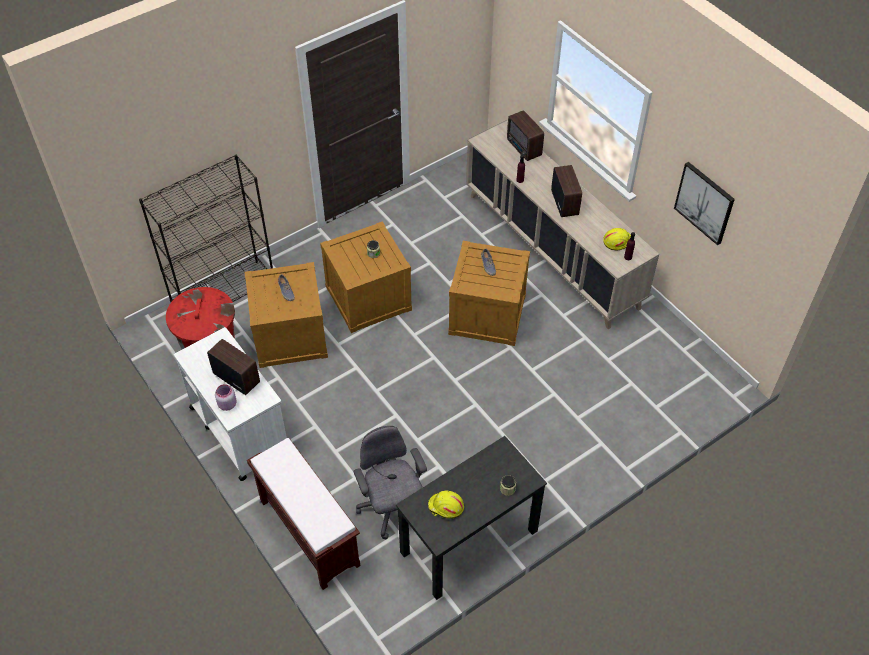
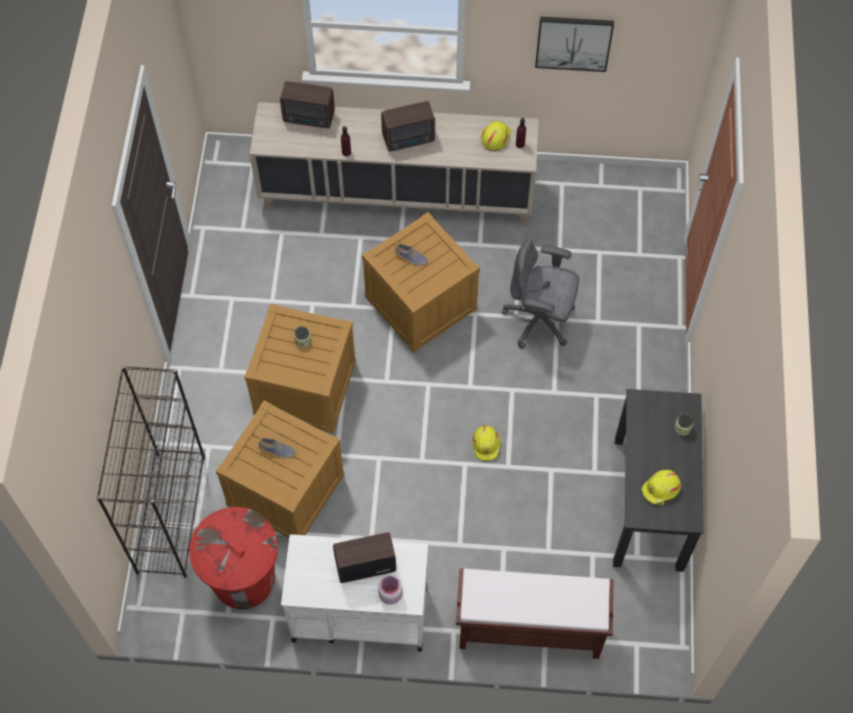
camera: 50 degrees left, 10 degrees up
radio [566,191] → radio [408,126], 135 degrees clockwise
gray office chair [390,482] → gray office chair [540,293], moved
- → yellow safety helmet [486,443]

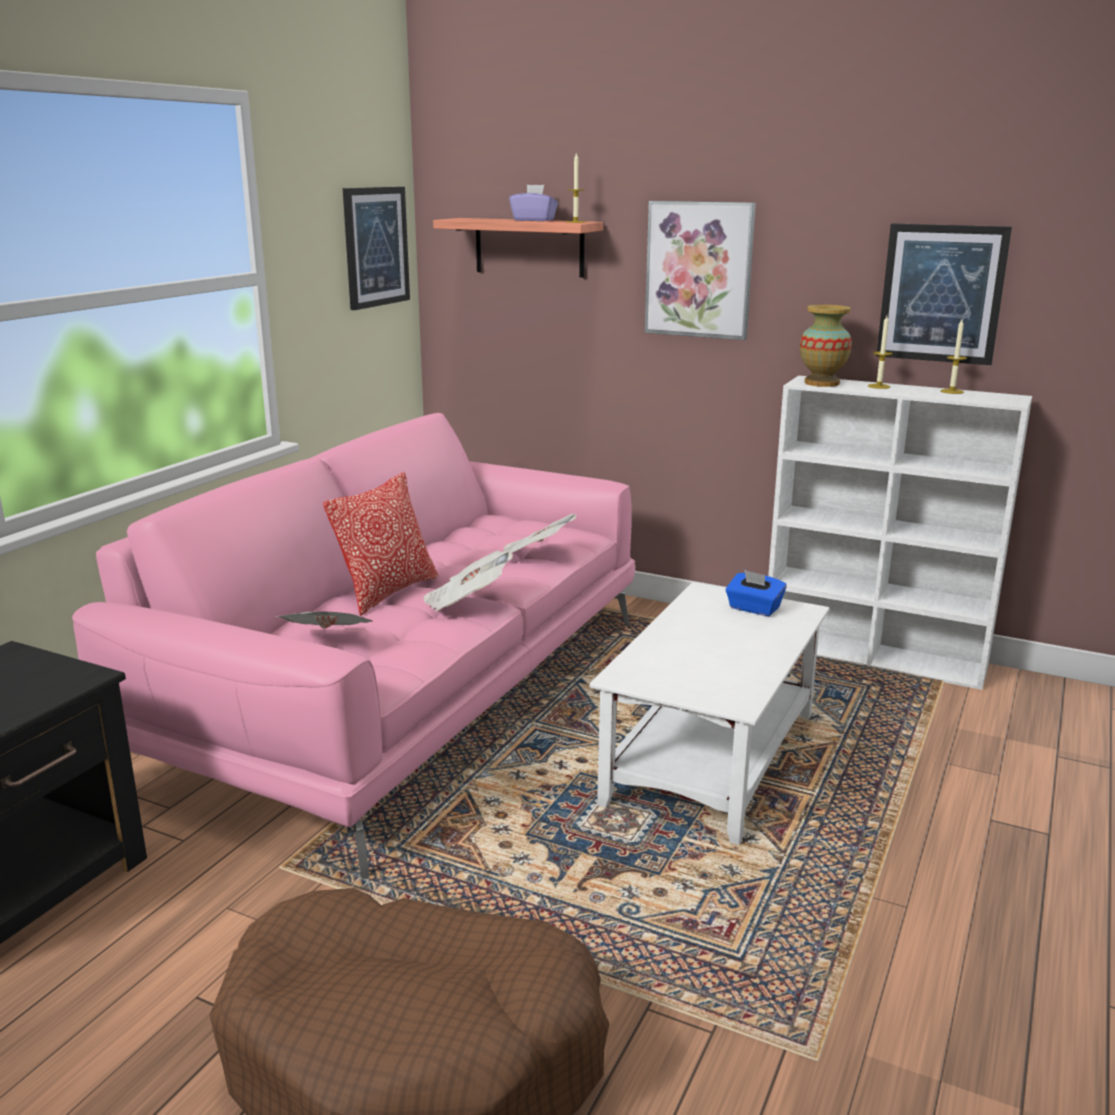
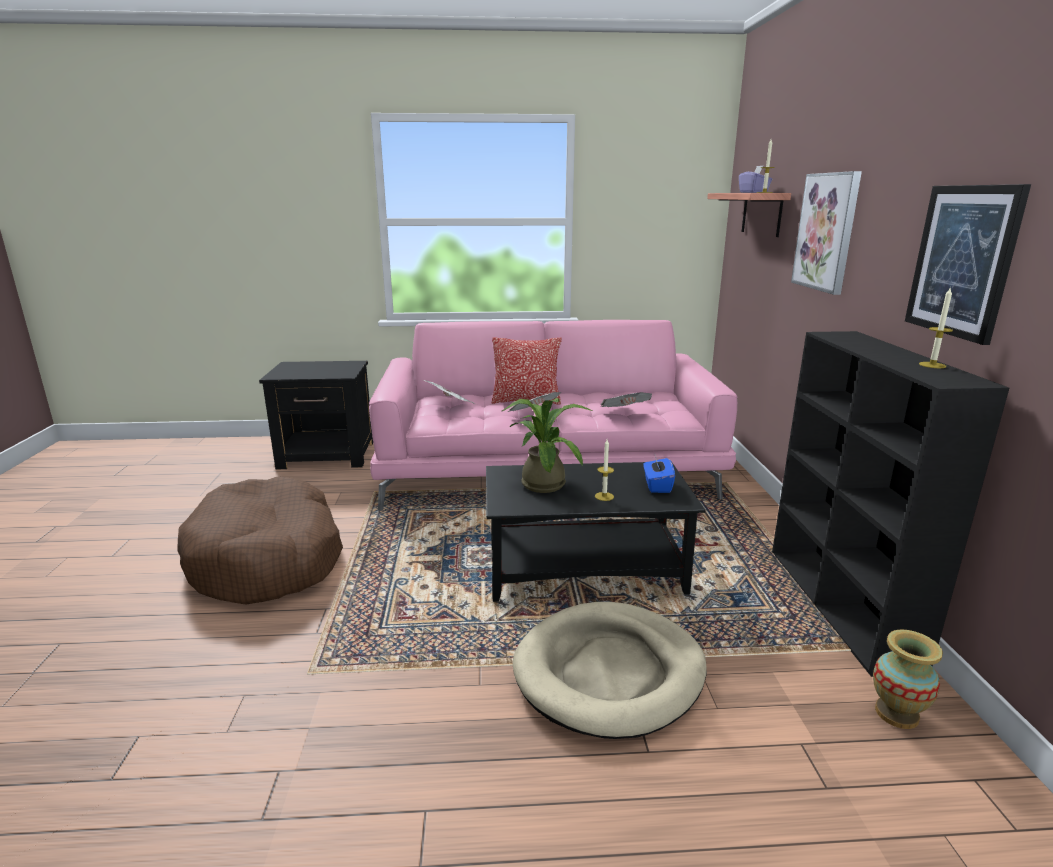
camera: 60 degrees right, 0 degrees up
picture [376,248] → -
decorative vase [826,346] → decorative vase [908,679], moved
wax light [880,352] → wax light [604,470], moved
whitish bookshelf [900,533] → black bookshelf [890,504]
whitish coffee table [710,714] → black coffee table [595,531]
- → plant in a pot [547,445]
- → beige-coloured dog cushion [610,670]

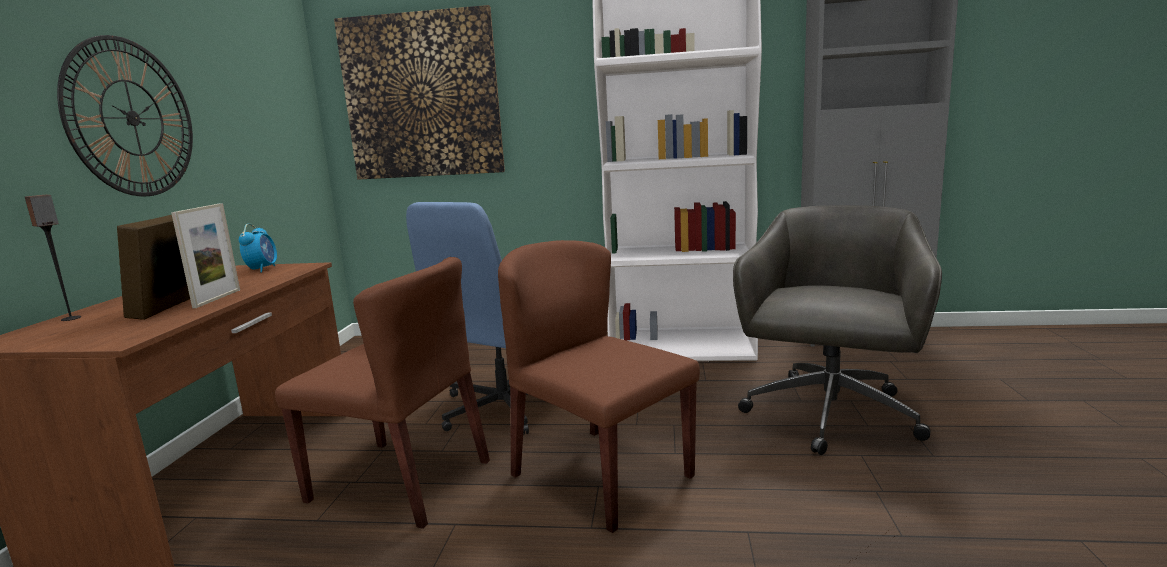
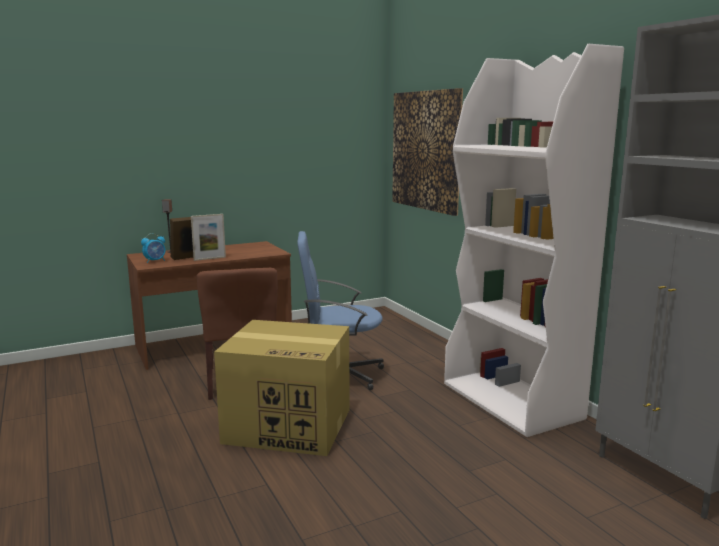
camera: 55 degrees right, 0 degrees up
wall clock [125,116] → -
gray office chair [837,330] → -
table clock [258,248] → table clock [153,248], moved
brown chair [599,386] → packing box [282,388]

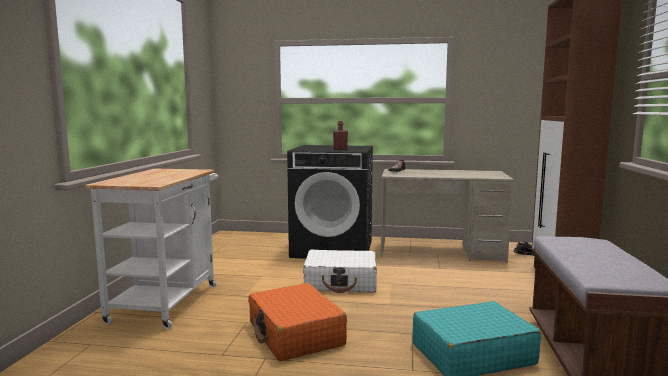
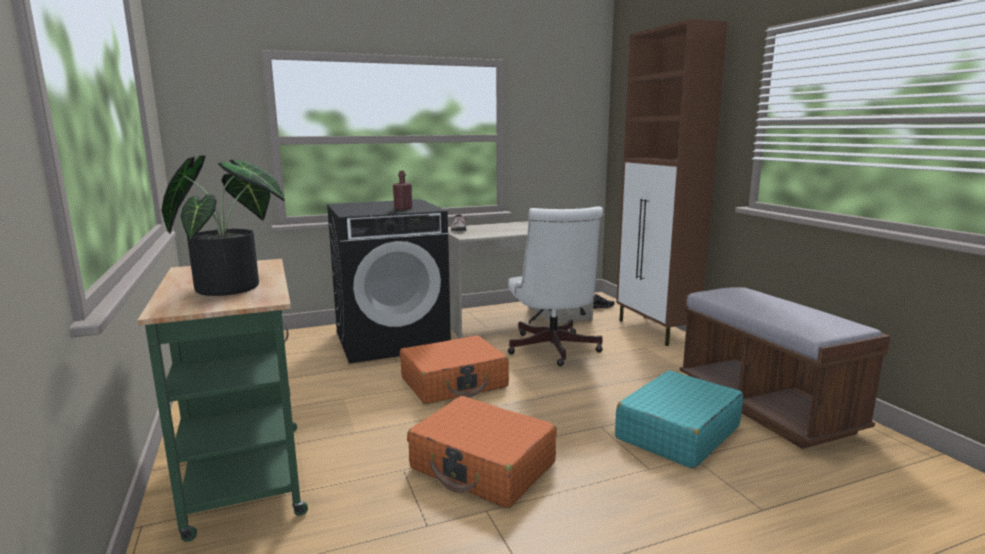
camera: 30 degrees left, 5 degrees up
whitish wheeled cart [151,249] → greenish wheeled cart [222,400]
whitish travel case [340,271] → orange travel case [454,369]
- → plant in a pot [223,225]
- → whitish office chair [555,286]

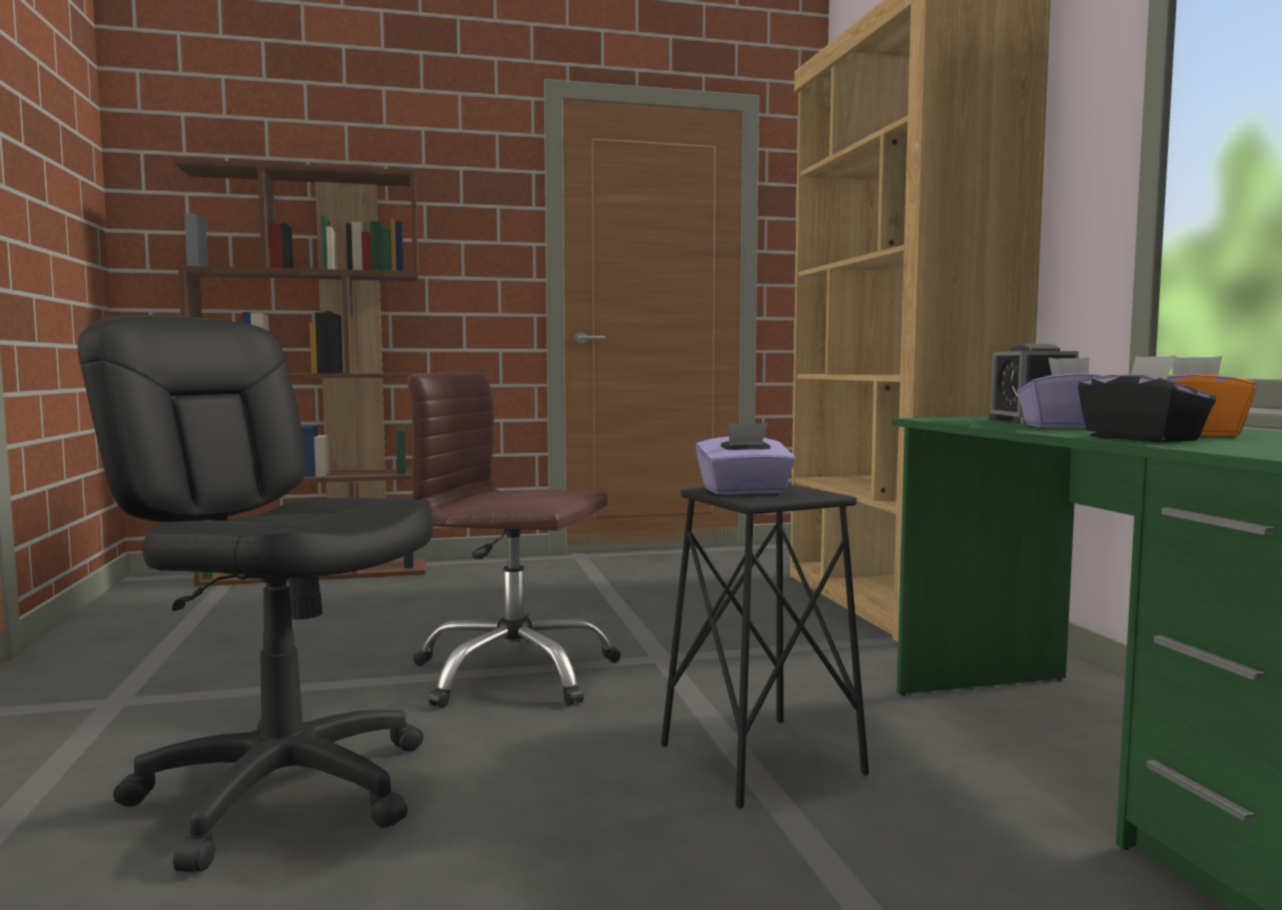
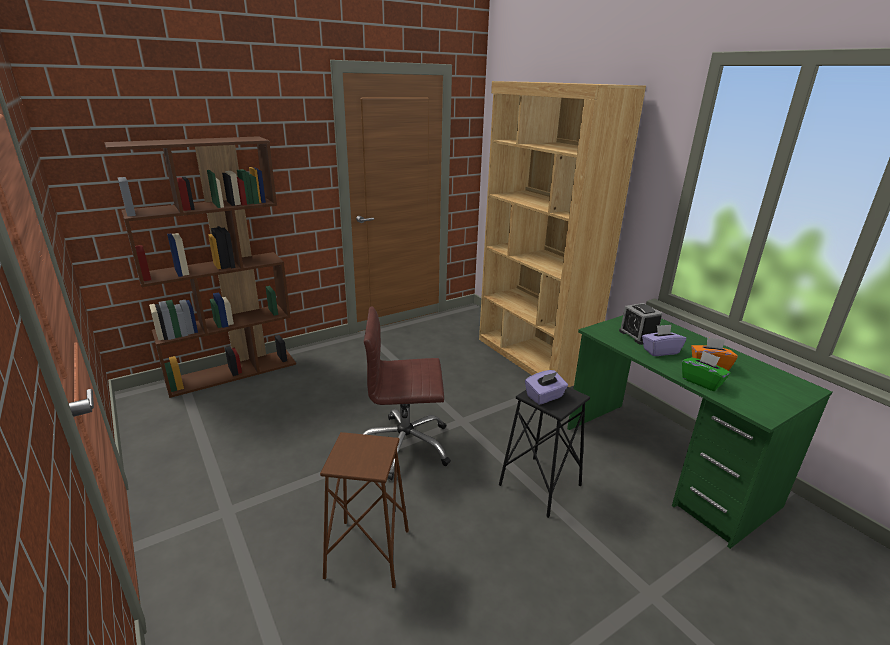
camera: 20 degrees left, 20 degrees up
black office chair [255,593] → brown stool [364,510]
black box of tissues [1147,398] → greenish box of tissues [706,371]

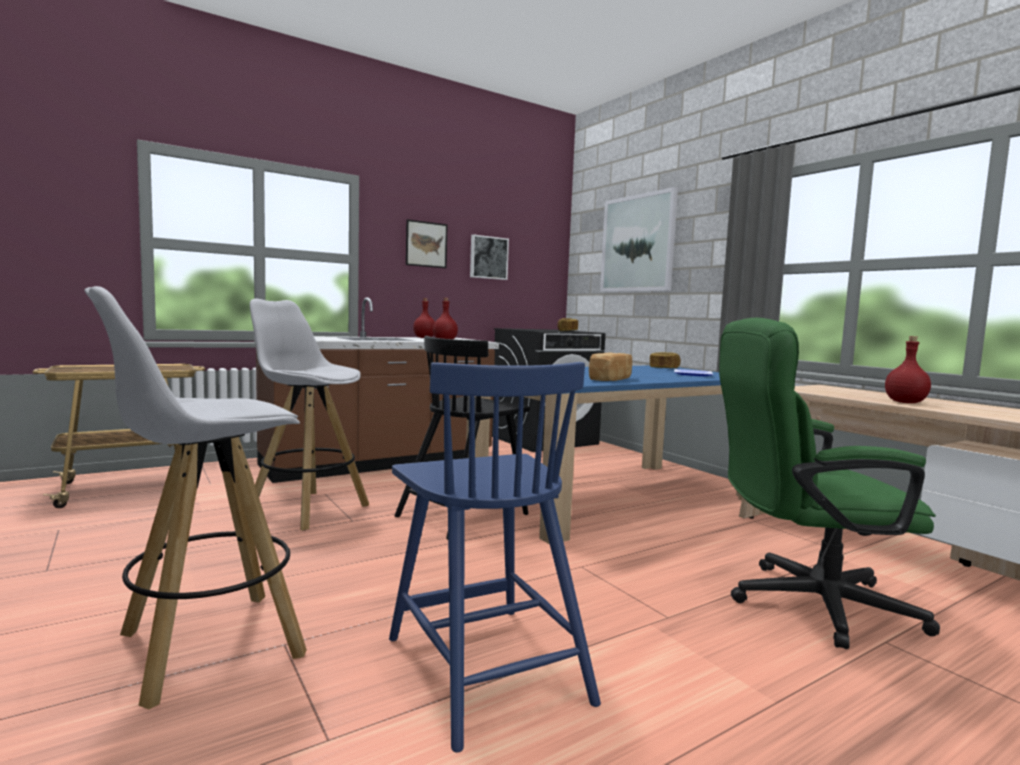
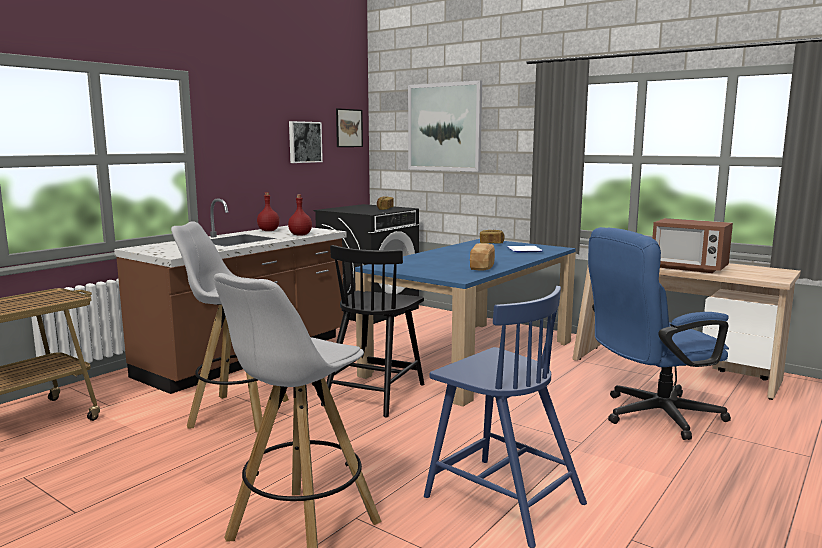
camera: 20 degrees left, 5 degrees up
picture [427,243] → picture [349,127], moved
greenish office chair [829,483] → blue-coloured office chair [659,333]
red-coloured bottle [908,369] → microwave oven [692,245]

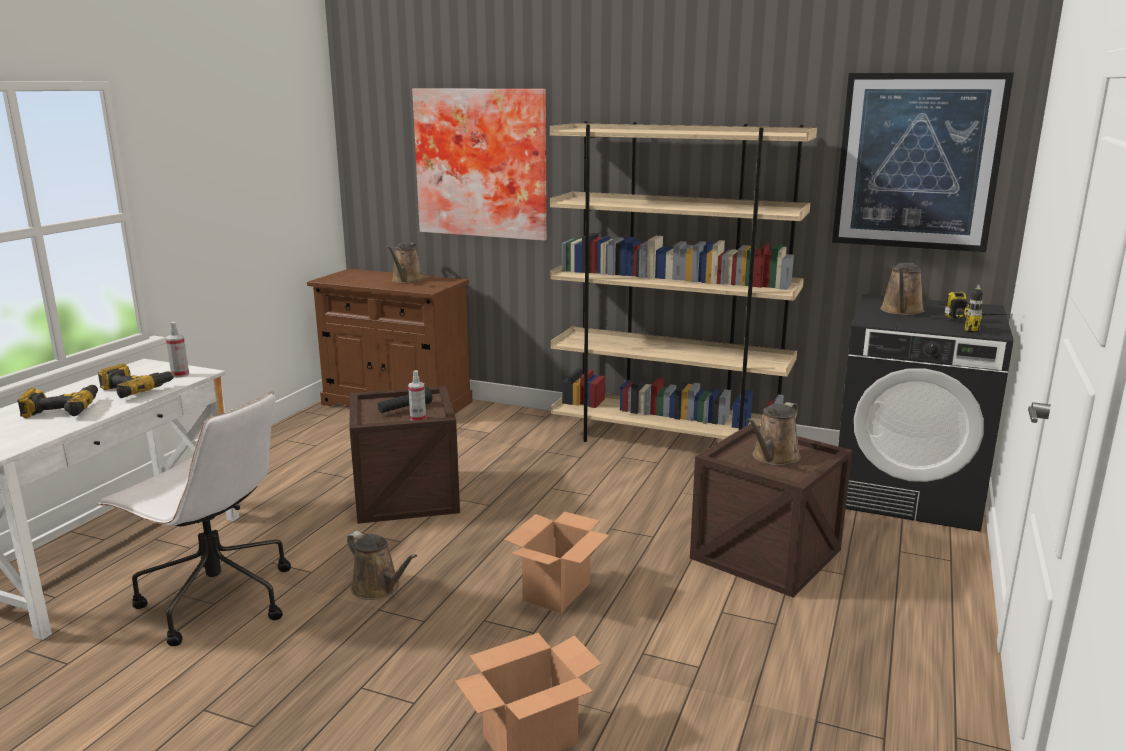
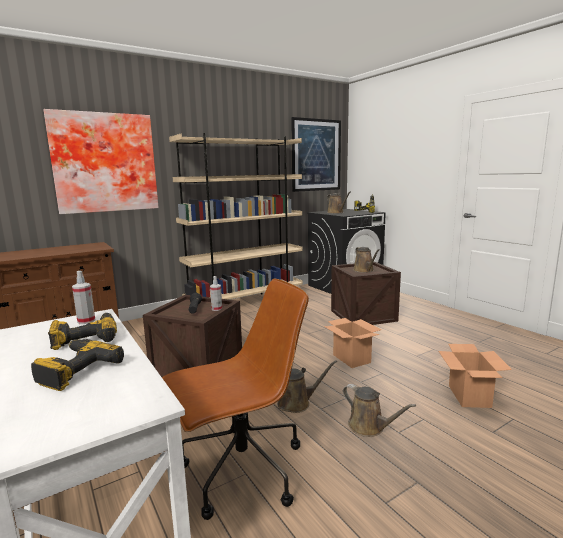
camera: 55 degrees left, 5 degrees down
brown sprinkling can [405,263] → brown sprinkling can [379,410], moved
whitish office chair [194,518] → brown office chair [235,399]

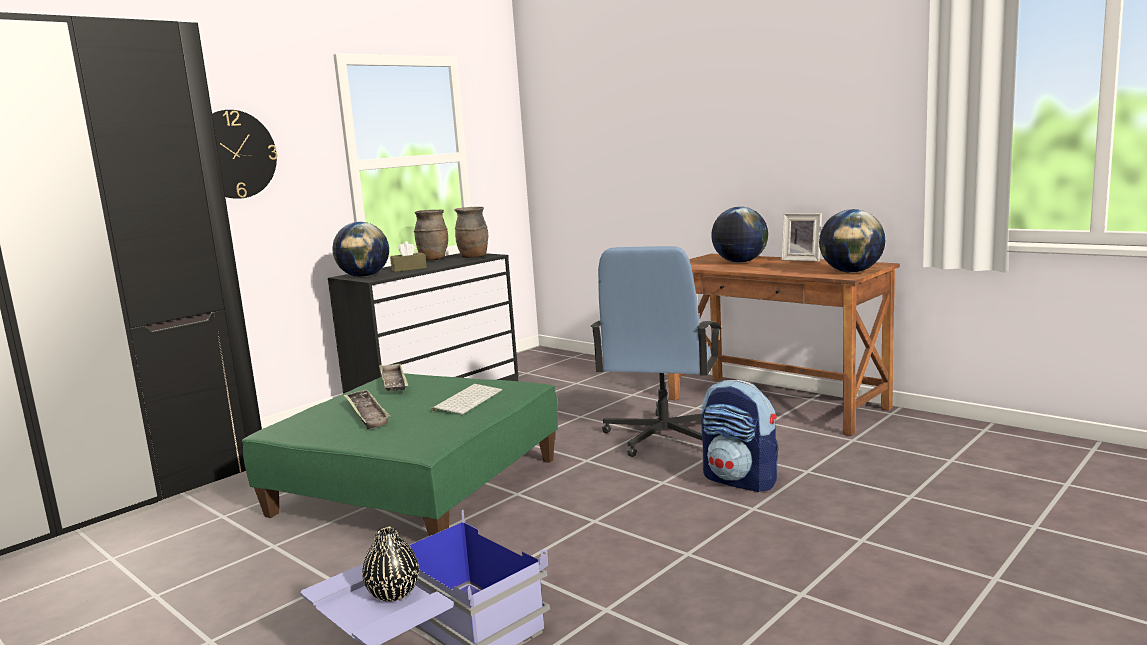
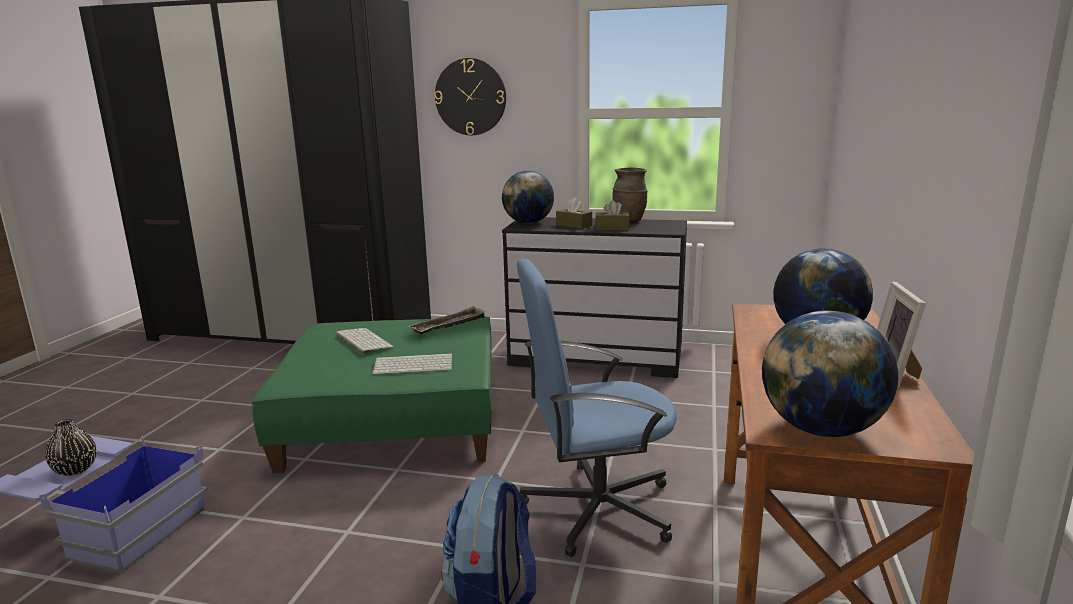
camera: 60 degrees right, 5 degrees up
brown decorative vase [471,232] → -
serving tray [367,409] → computer keyboard [365,341]
- → brown box of tissues [612,215]

